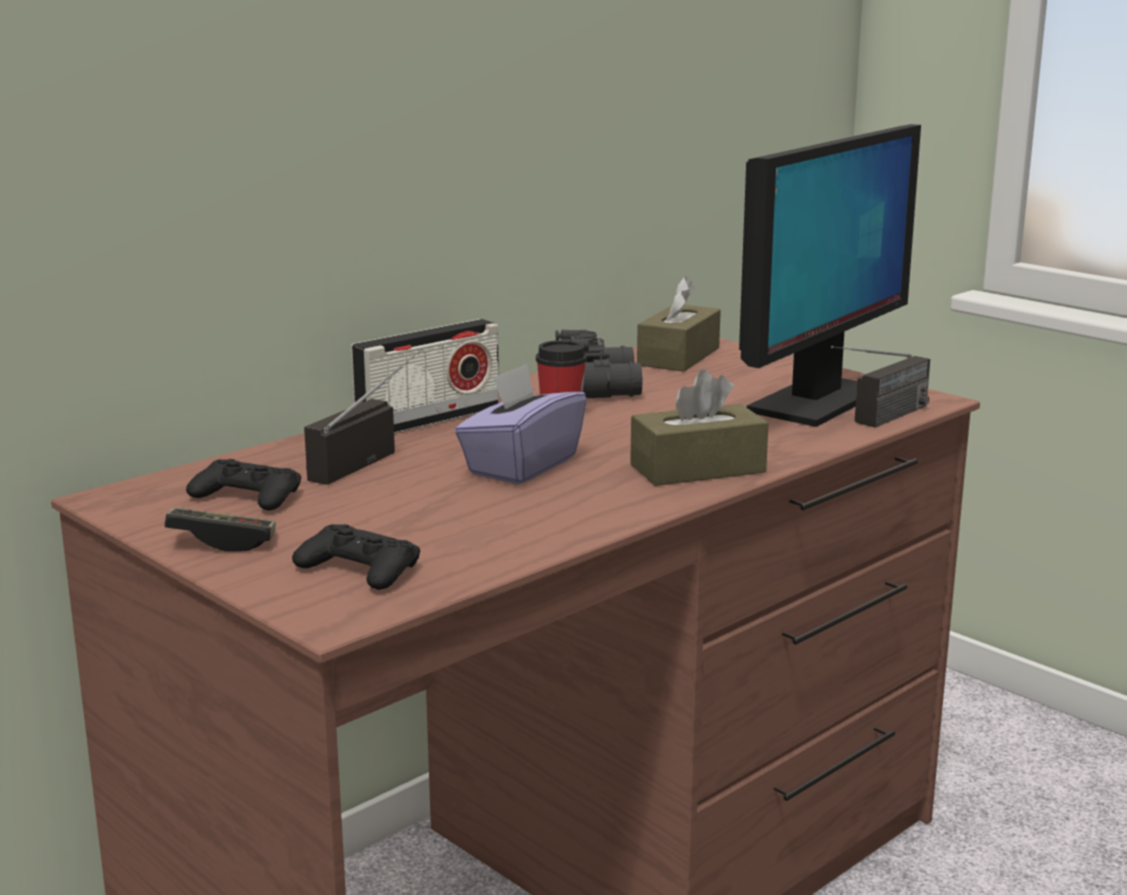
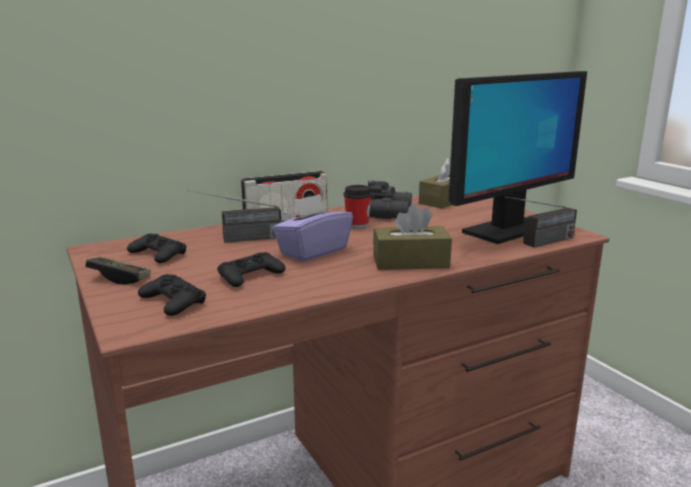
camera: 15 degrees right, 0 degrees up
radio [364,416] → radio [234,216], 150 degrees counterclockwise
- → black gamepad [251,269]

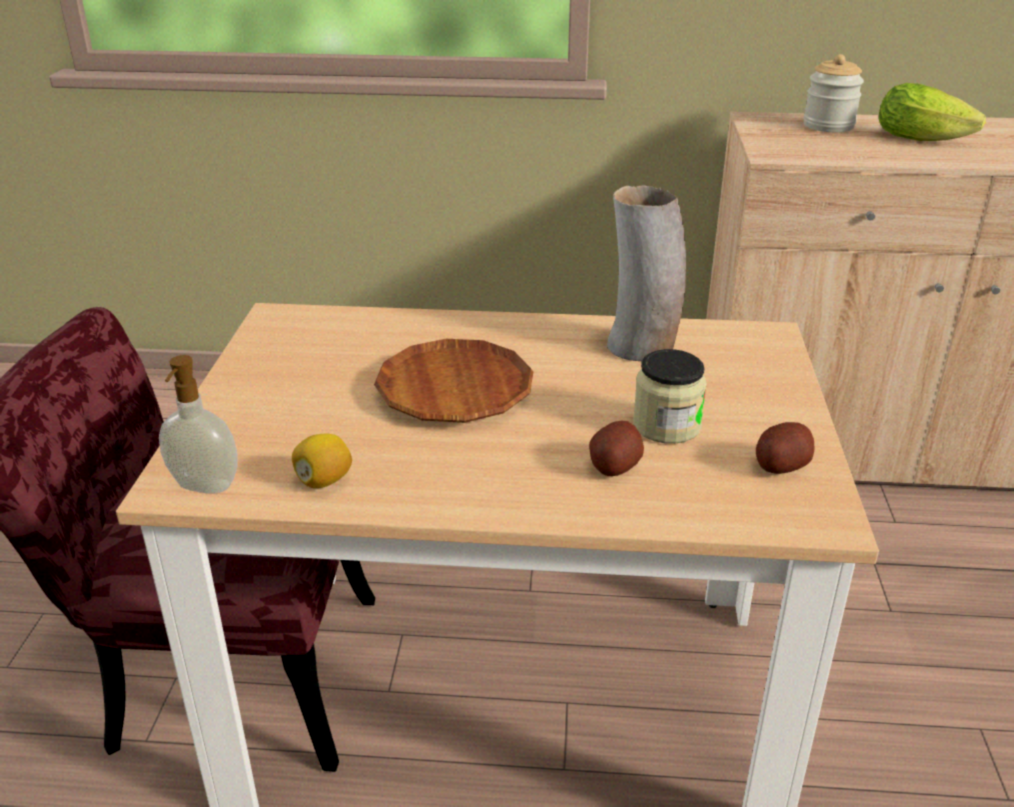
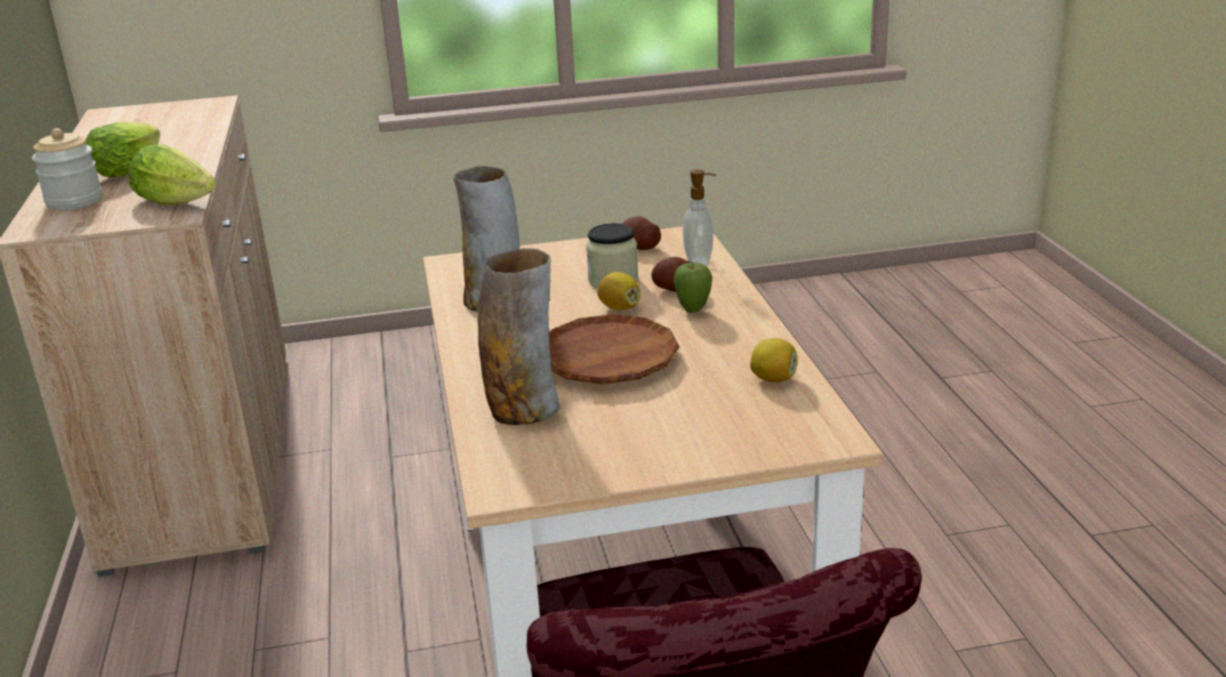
camera: 105 degrees left, 5 degrees down
soap bottle [198,424] → soap bottle [699,217], moved
- → lettuce [172,175]
- → decorative vase [519,336]
- → apple [693,287]
- → lemon [618,291]

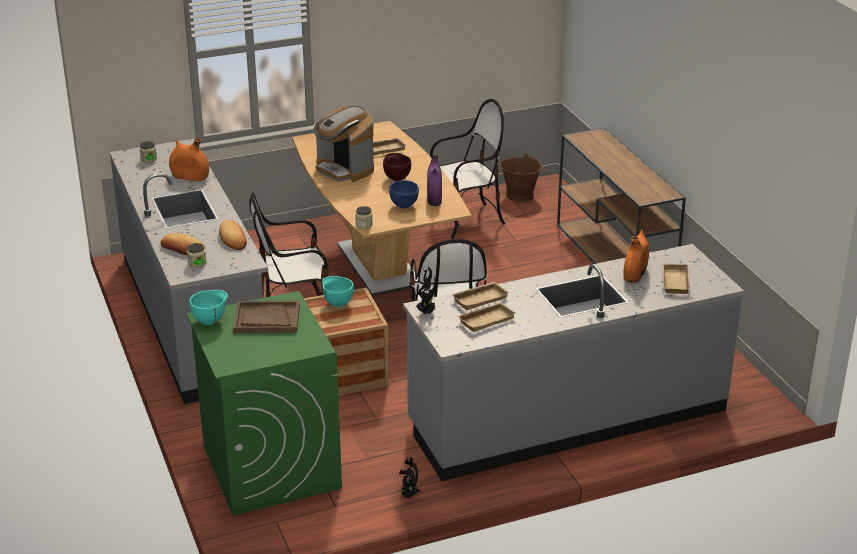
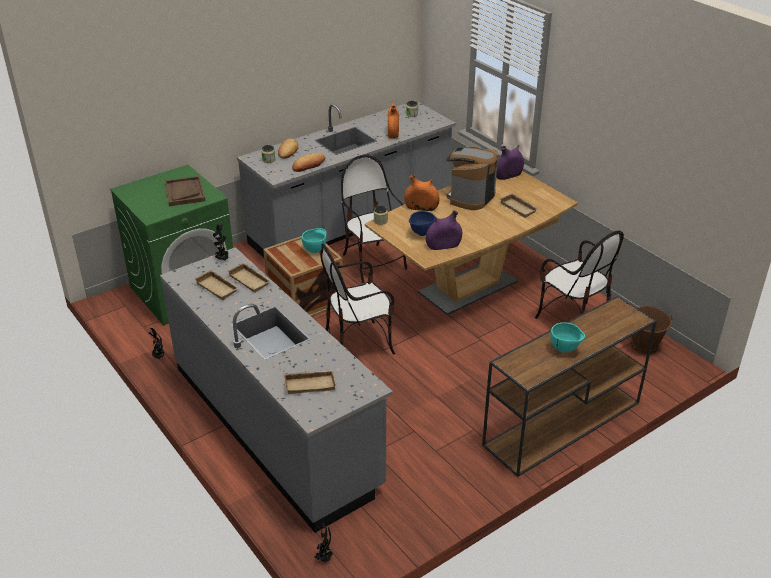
camera: 75 degrees right, 5 degrees up
brown serving bowl [397,167] → -
orange decorative vase [636,256] → orange decorative vase [422,192], moved
blue-green serving bowl [209,307] → blue-green serving bowl [567,337], moved
- → purplish decorative vase [510,162]
- → plant in a pot [323,542]

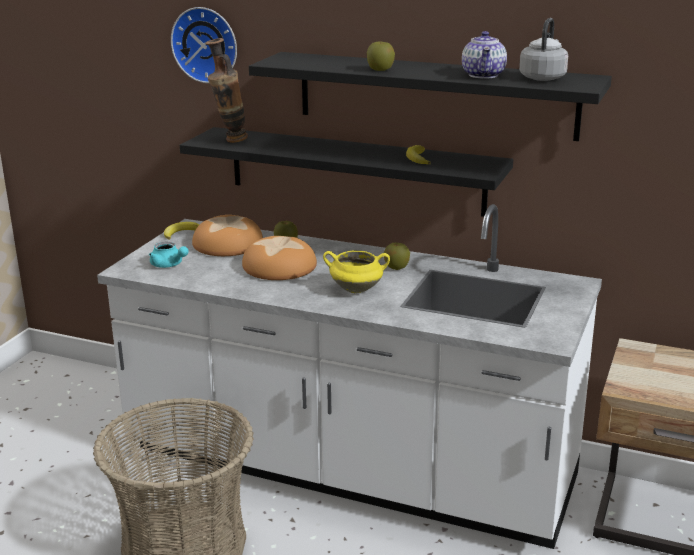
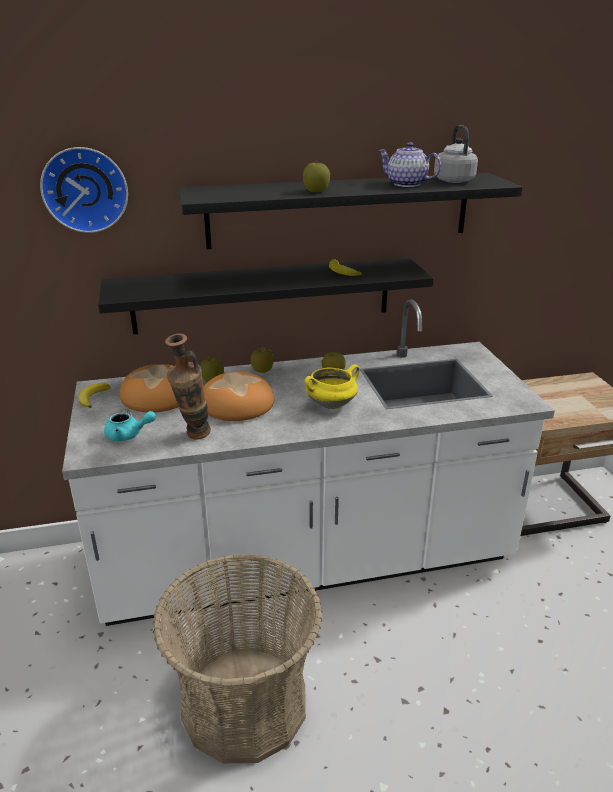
camera: 35 degrees left, 5 degrees up
teapot [484,55] → teapot [410,164], 150 degrees clockwise
decorative vase [226,90] → decorative vase [188,386], moved
- → apple [262,360]

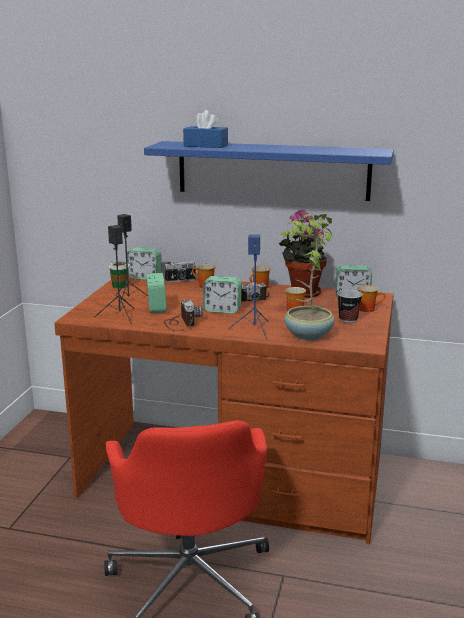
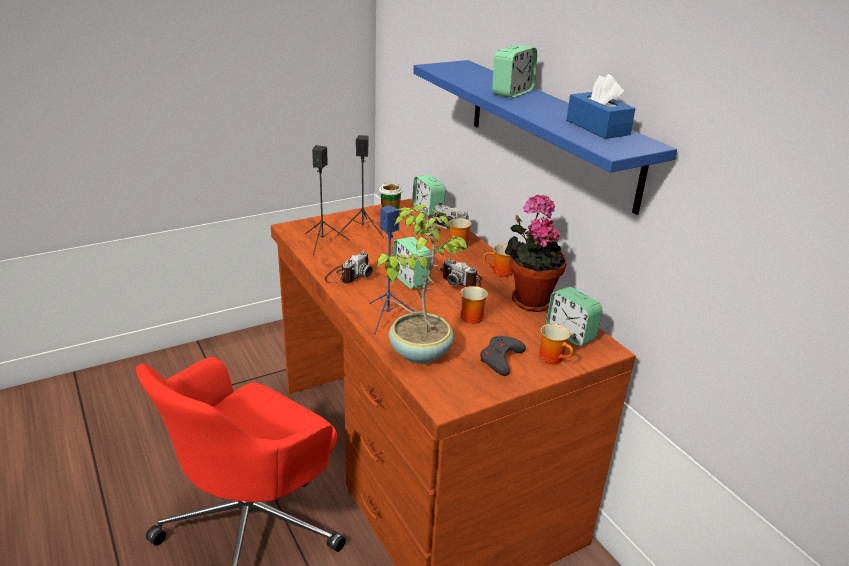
camera: 45 degrees right, 10 degrees up
blue-coloured box of tissues [205,129] → blue-coloured box of tissues [601,106], moved
table clock [156,293] → table clock [514,71], moved
cup [350,306] → gray gamepad [503,356]

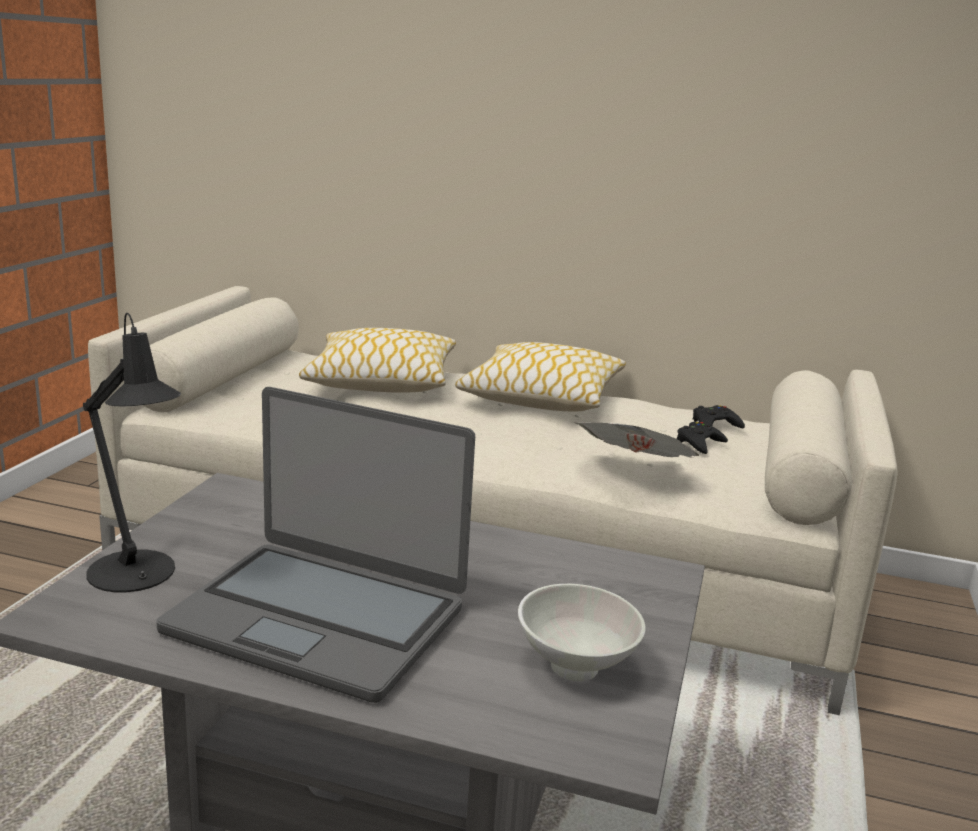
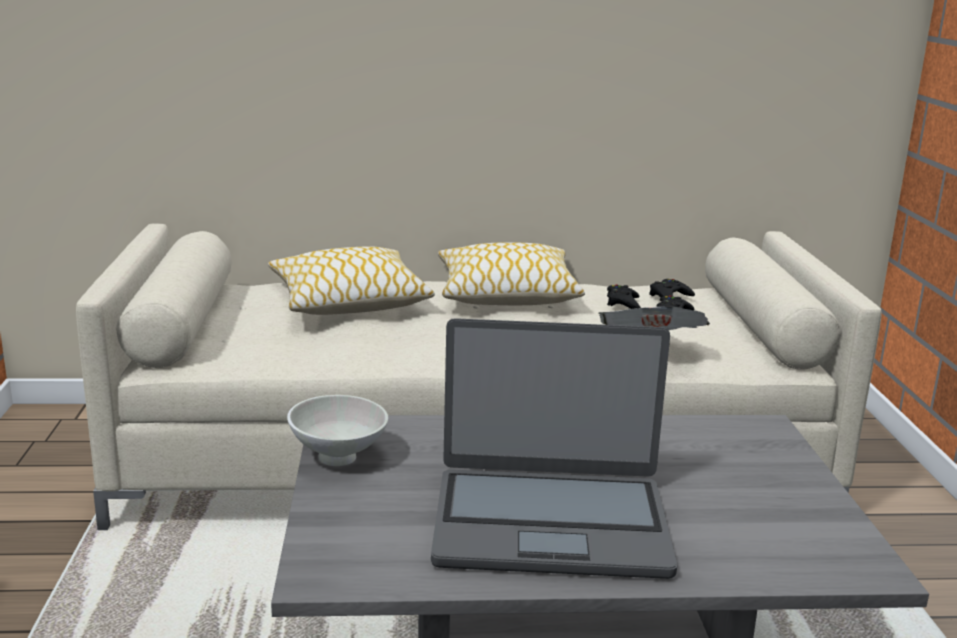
camera: 20 degrees left, 0 degrees up
black tabletop lamp [132,452] → -
whitish serving bowl [582,632] → whitish serving bowl [337,430], moved
- → black gamepad [624,296]

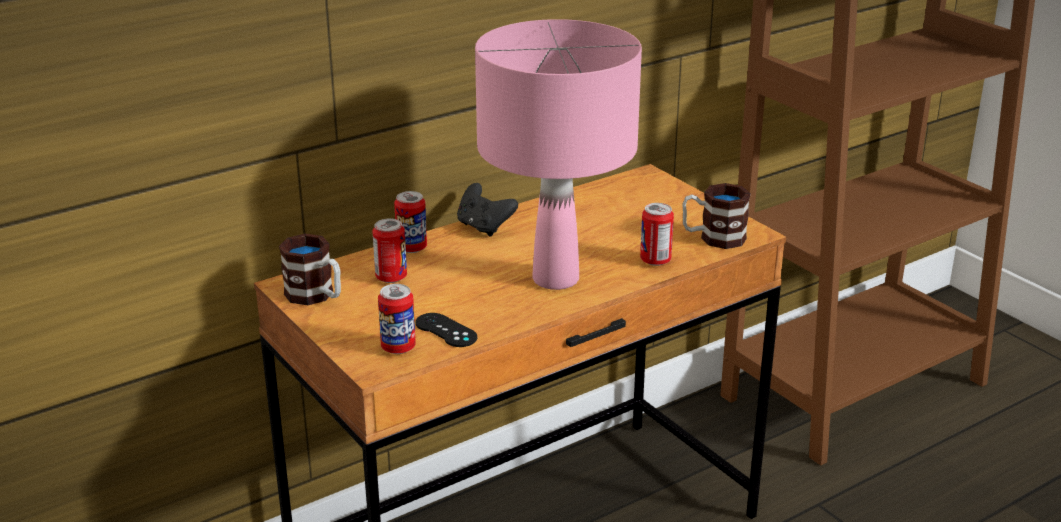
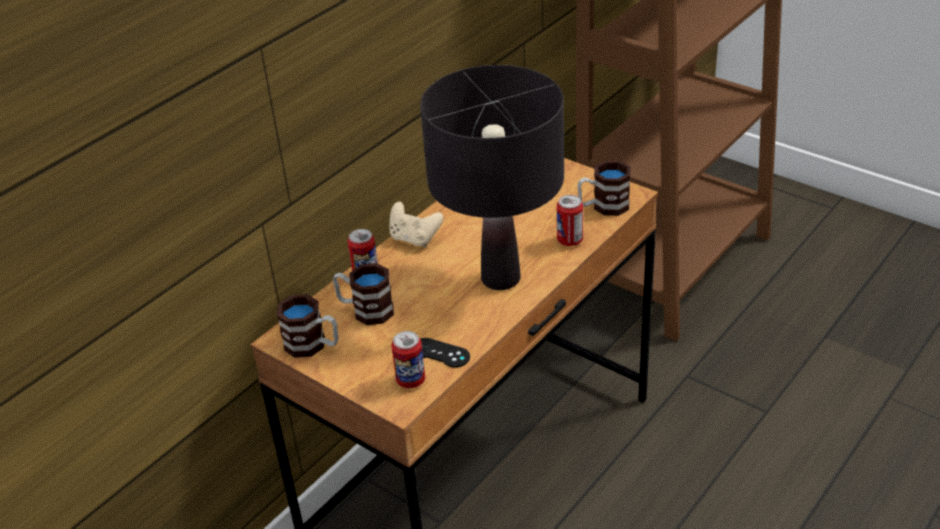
camera: 15 degrees left, 10 degrees up
pink tabletop lamp [558,154] → black tabletop lamp [492,177]
black gamepad [487,209] → beige-coloured gamepad [417,224]
can [389,250] → mug [363,294]

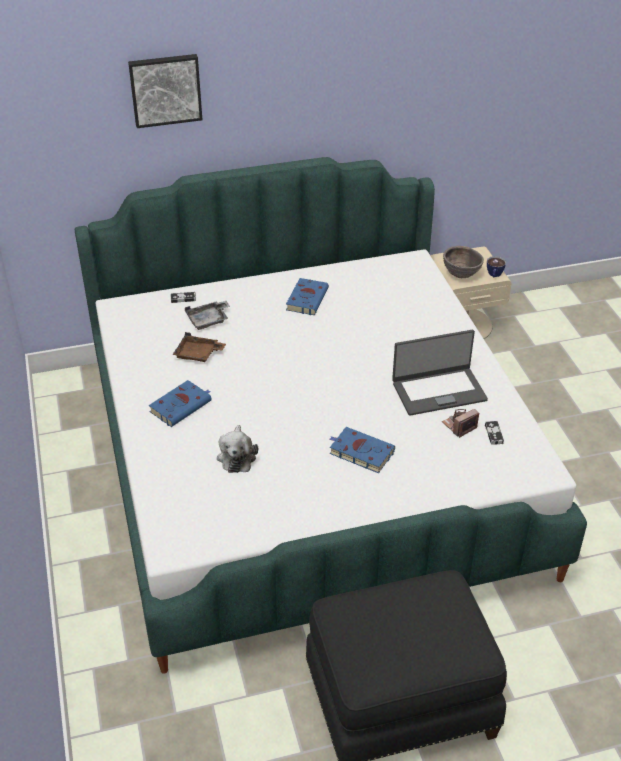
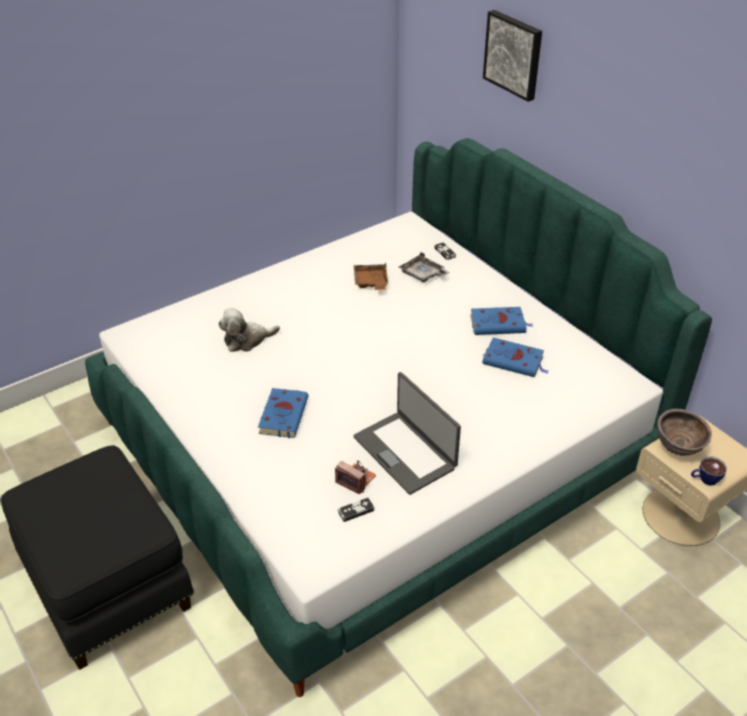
camera: 70 degrees right, 0 degrees up
blue-coloured book [180,403] → blue-coloured book [515,357], moved

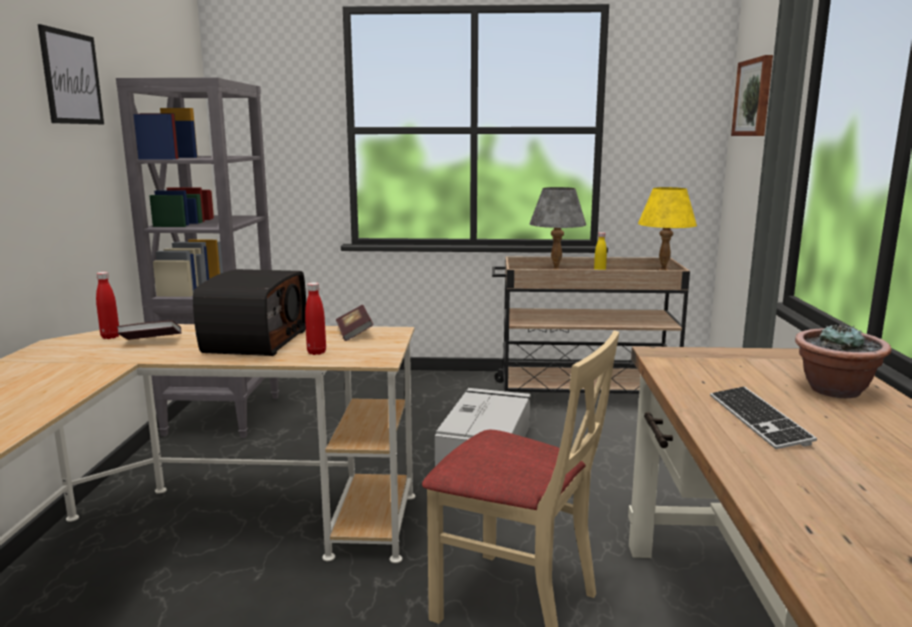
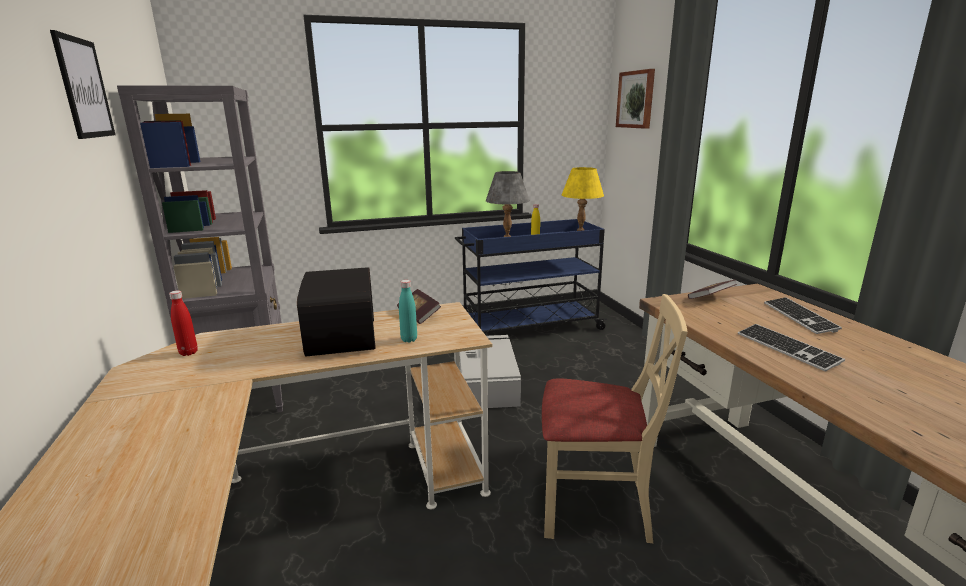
camera: 20 degrees left, 5 degrees up
beige-coloured wheeled cart [591,325] → blue-coloured wheeled cart [531,276]
red-coloured bottle [315,318] → blue-green bottle [408,311]
book [149,330] → book [712,289], moved
plant in a pot [843,360] → computer keyboard [803,315]

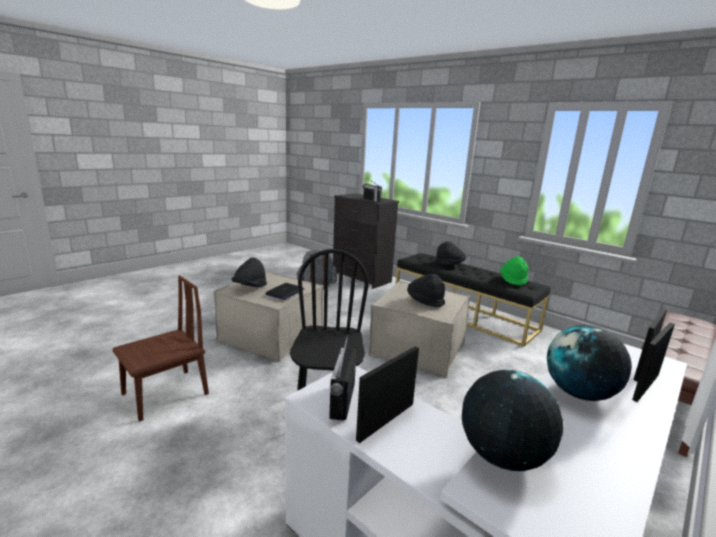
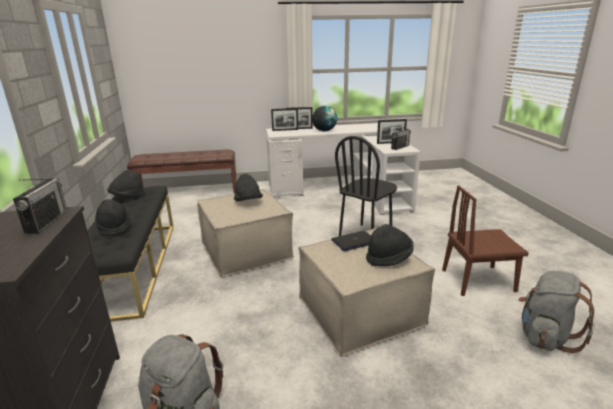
camera: 140 degrees left, 5 degrees up
greenish wearable hat [514,271] → black wearable hat [126,183]
world globe [512,420] → -
- → gray rucksack [556,312]

